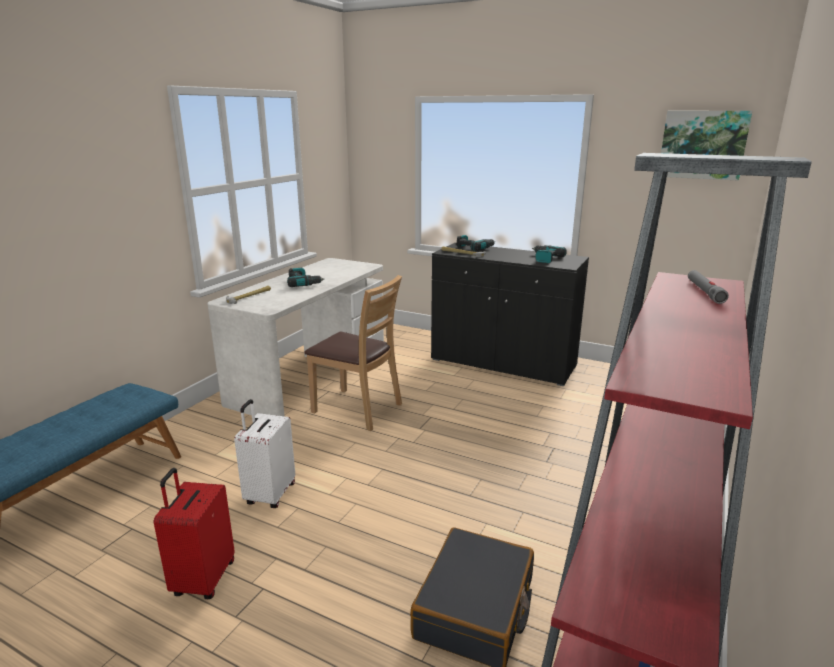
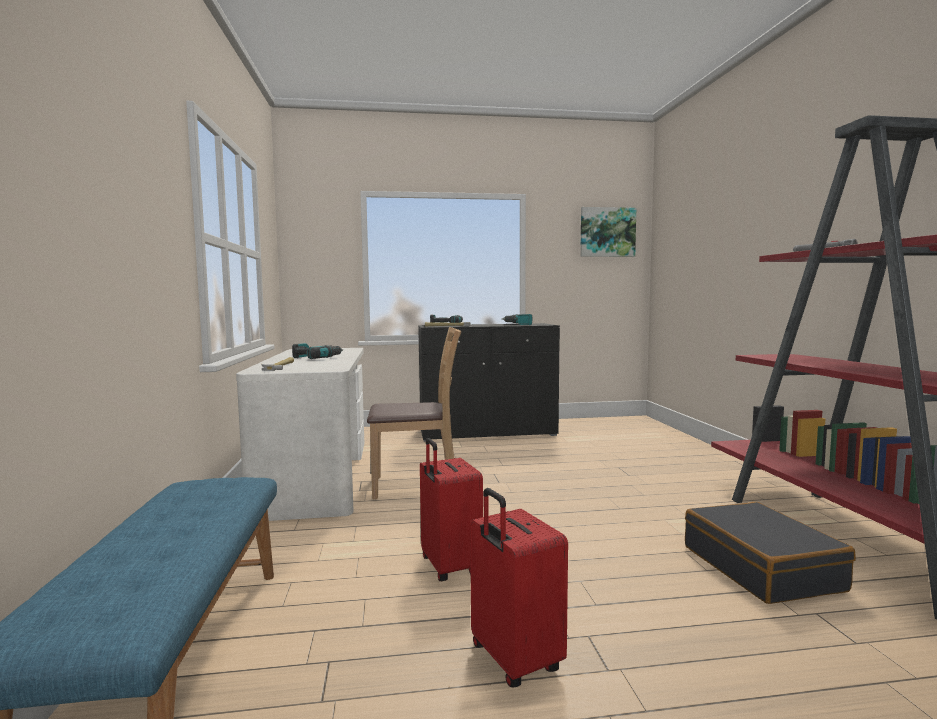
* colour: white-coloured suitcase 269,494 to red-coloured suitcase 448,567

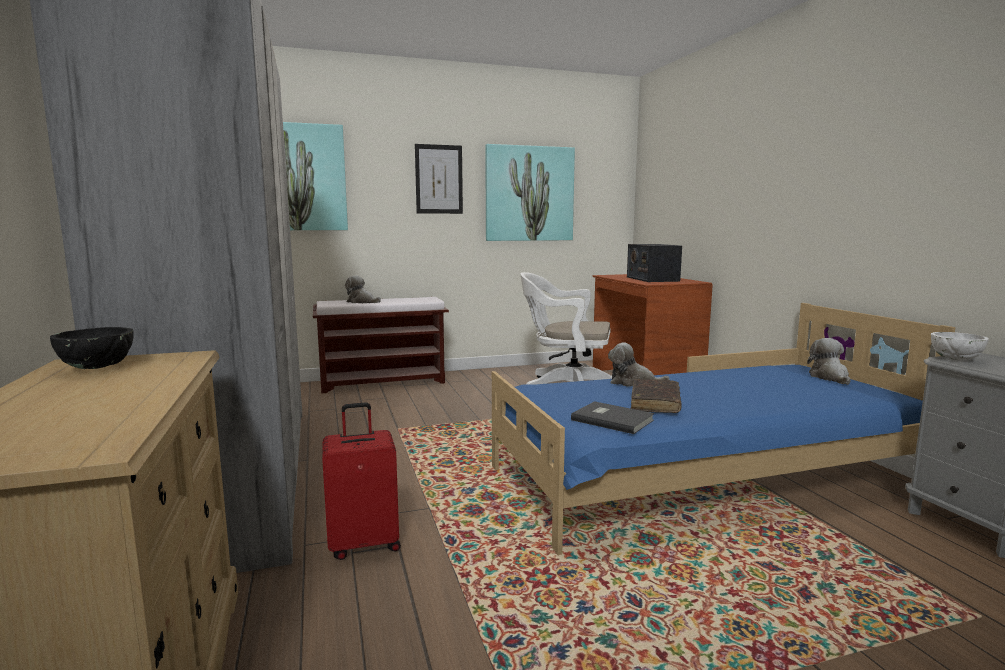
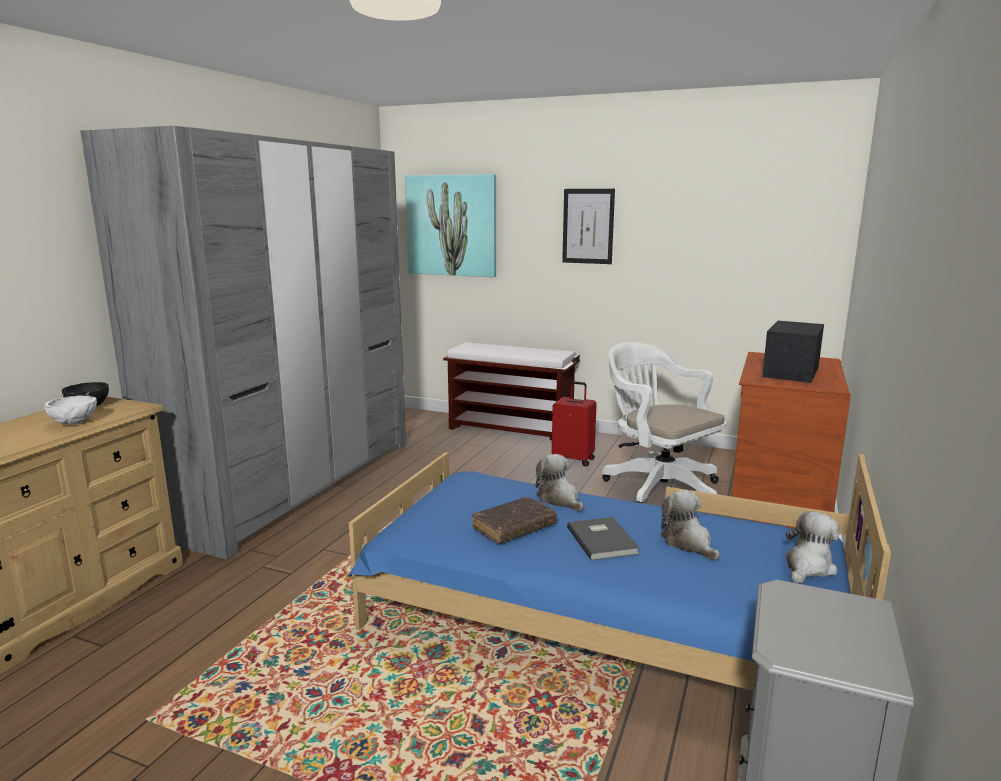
* missing: picture 529,194
* relocated: red-coloured suitcase 364,544 to 574,459
* relocated: soft toy 362,302 to 688,543
* relocated: greyish book 612,419 to 603,540
* relocated: white-coloured bowl 956,359 to 74,423

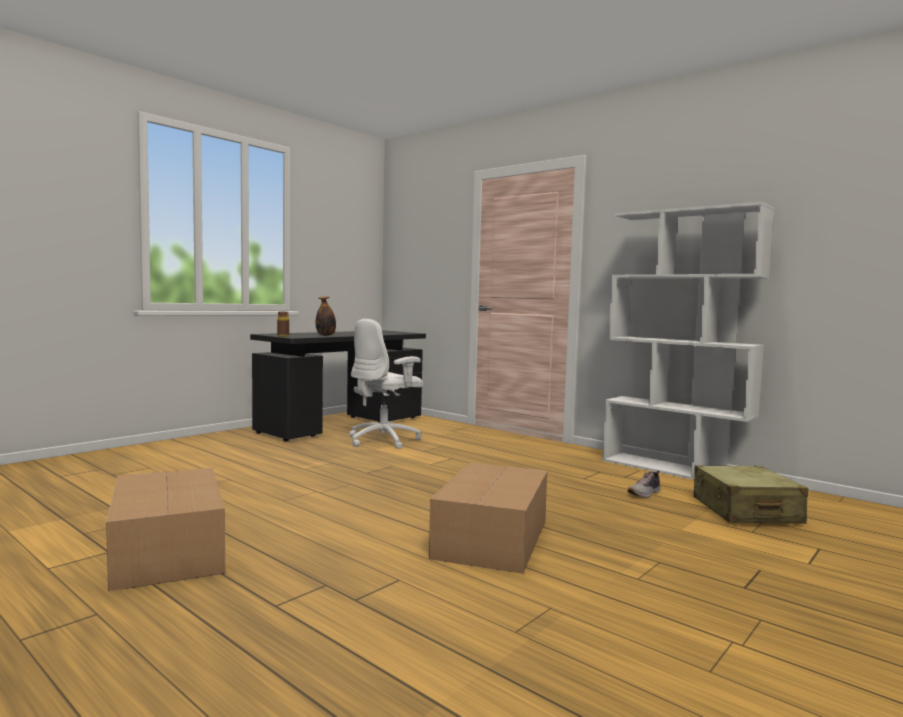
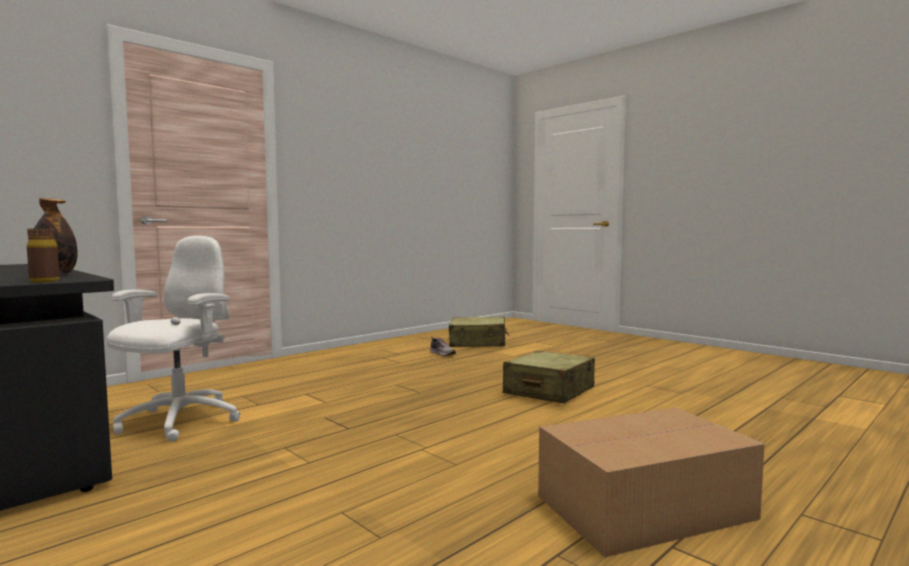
* missing: white-coloured bookcase 675,470
* exchanged: packing box 490,539 to beige-coloured suitcase 549,391
* spun: white-coloured office chair 384,440 = 178,422 120 degrees counterclockwise

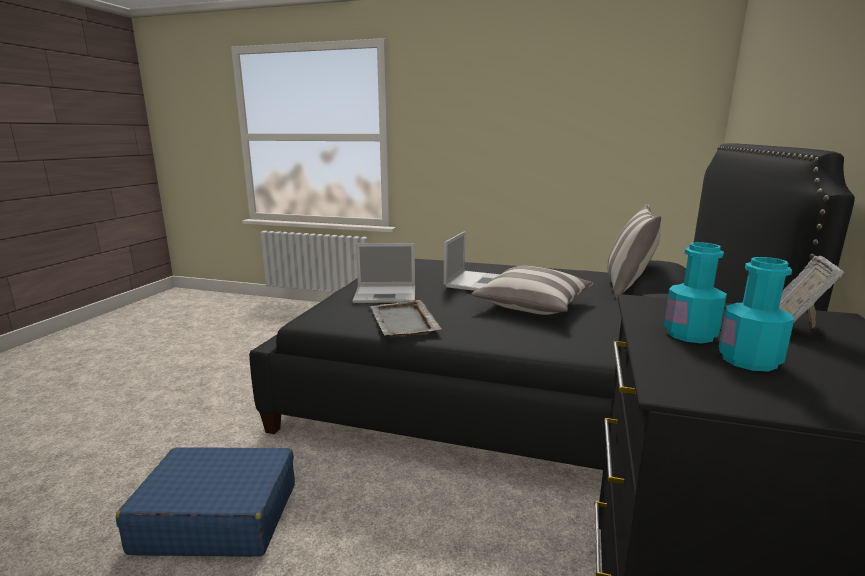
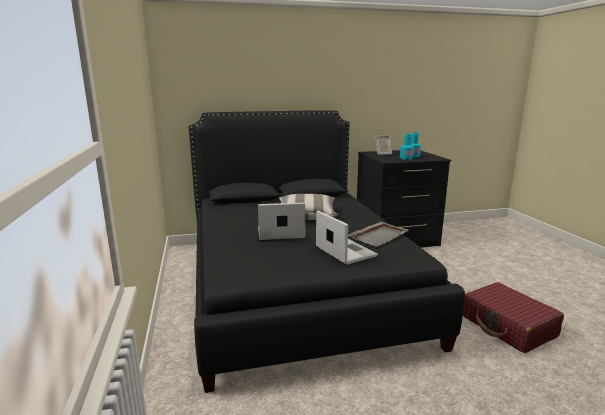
* missing: cushion 627,287
* colour: blue-coloured suitcase 217,517 to red-coloured suitcase 508,326

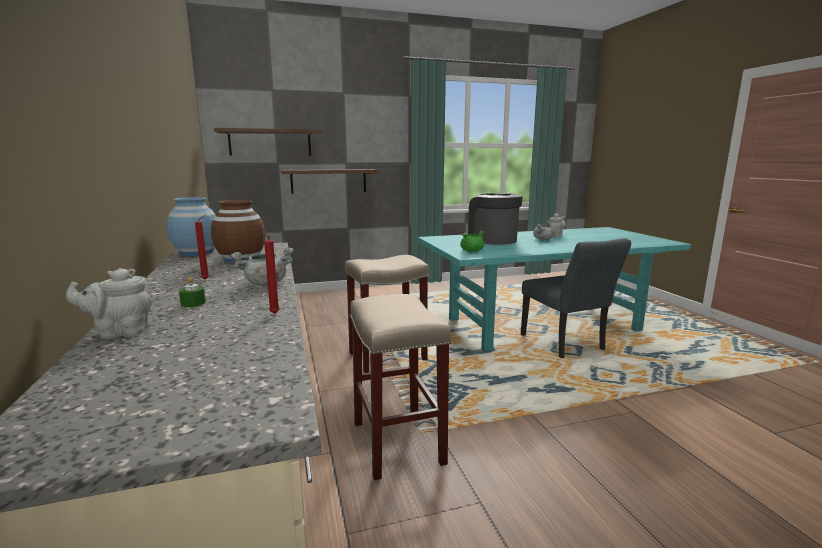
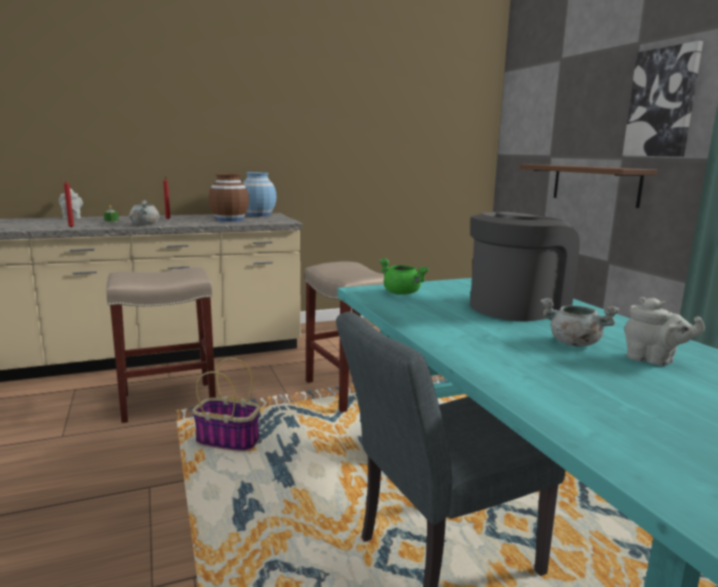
* missing: brownish shelf 270,142
* appeared: basket 229,441
* appeared: picture 662,103

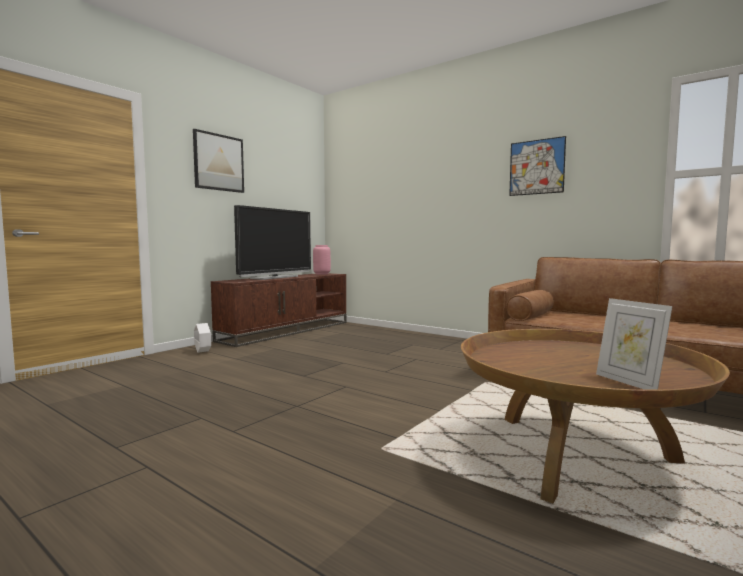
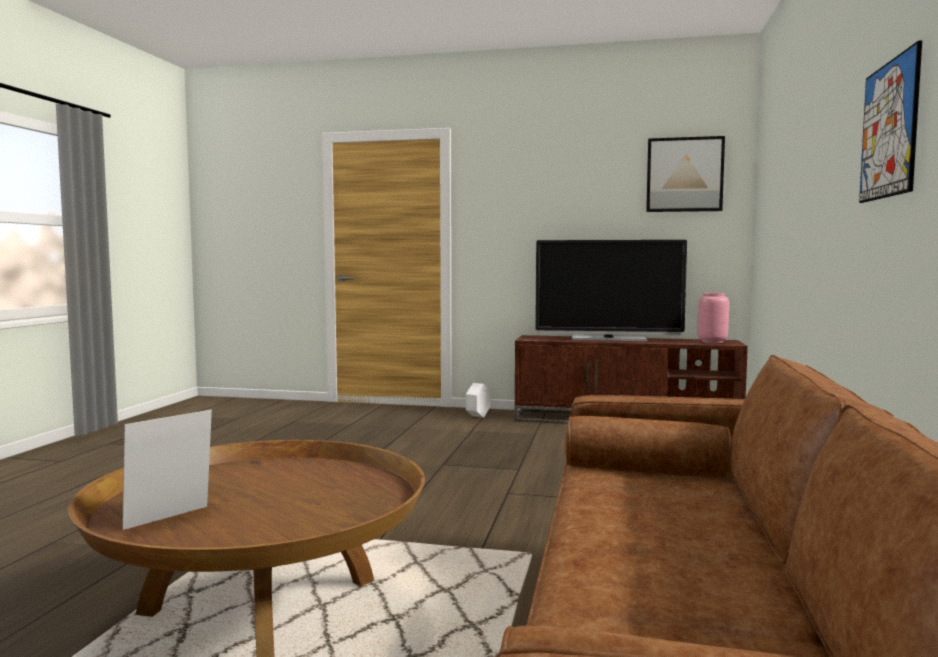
* relocated: picture 219,162 to 684,174

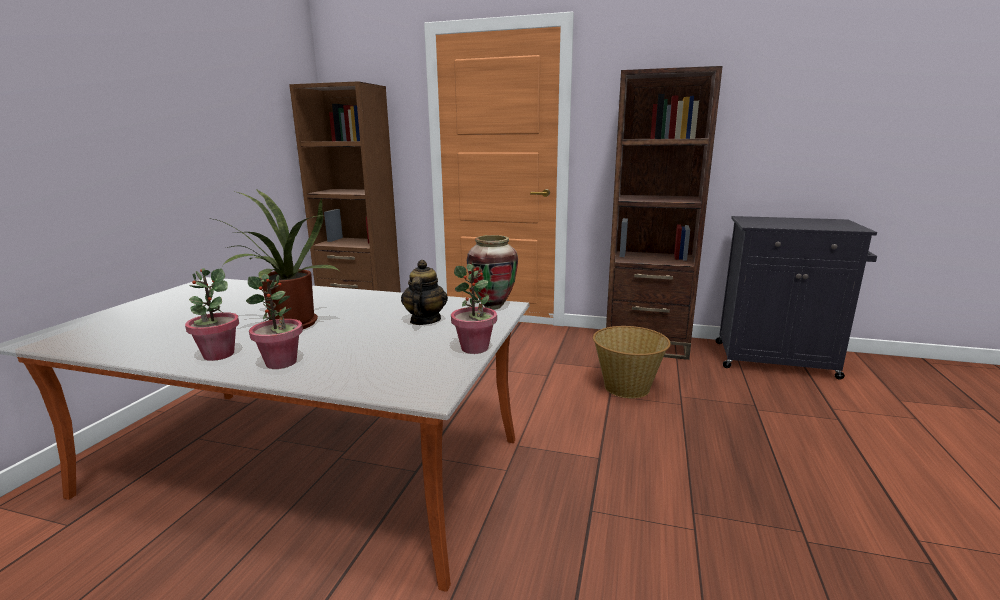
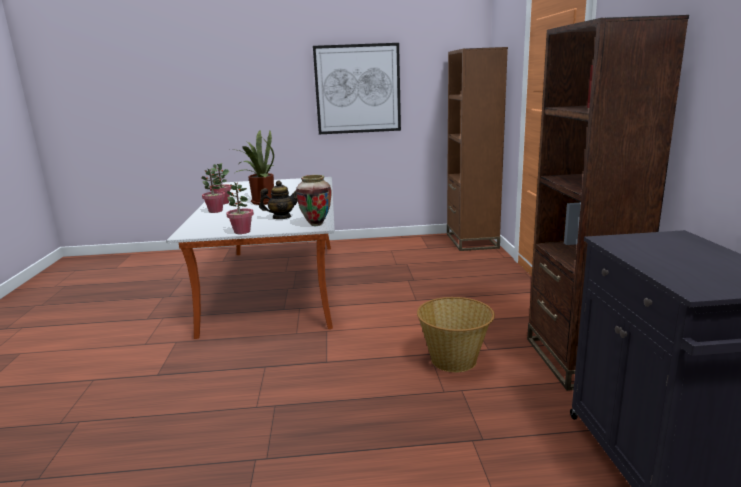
* appeared: picture 358,89

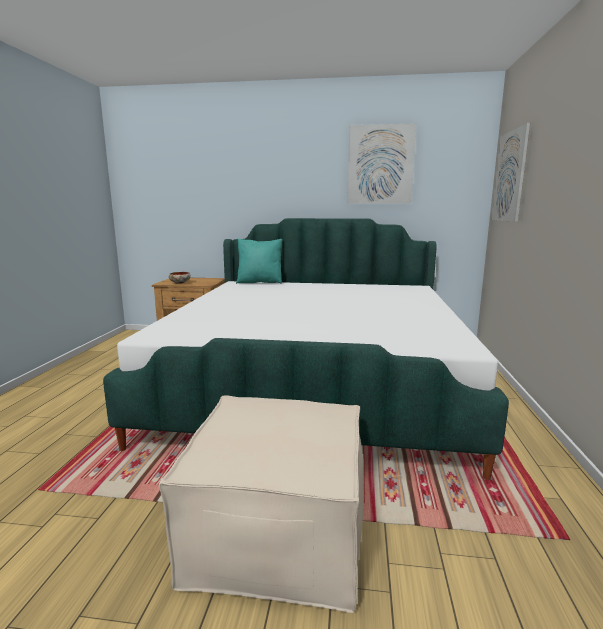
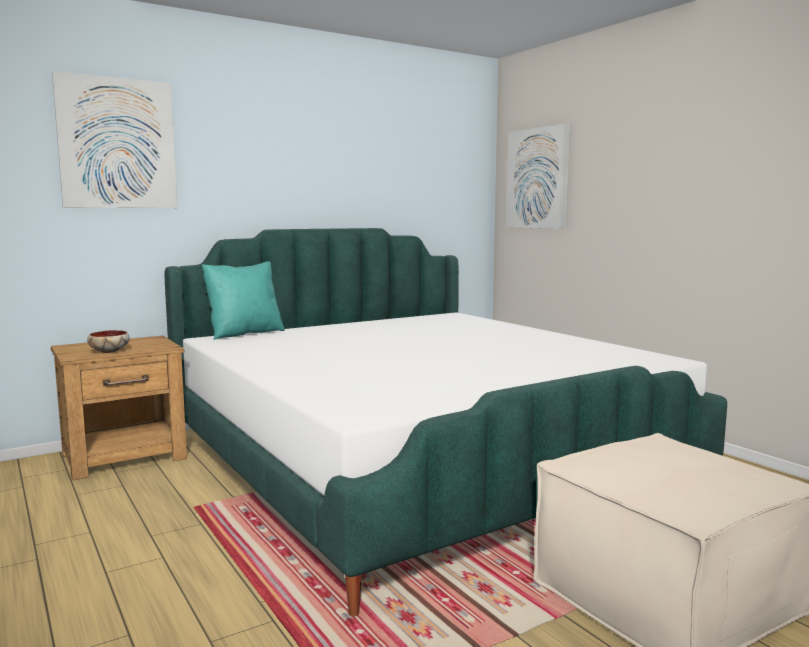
* relocated: picture 380,165 to 117,143

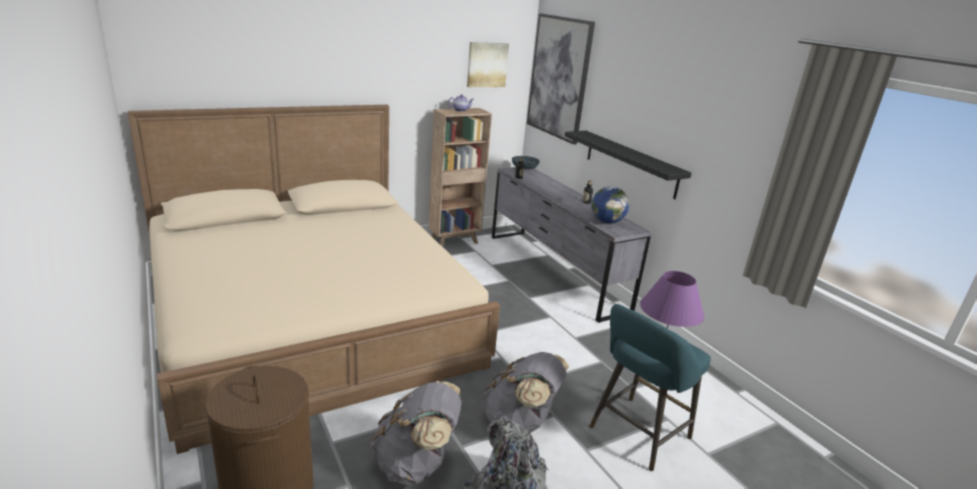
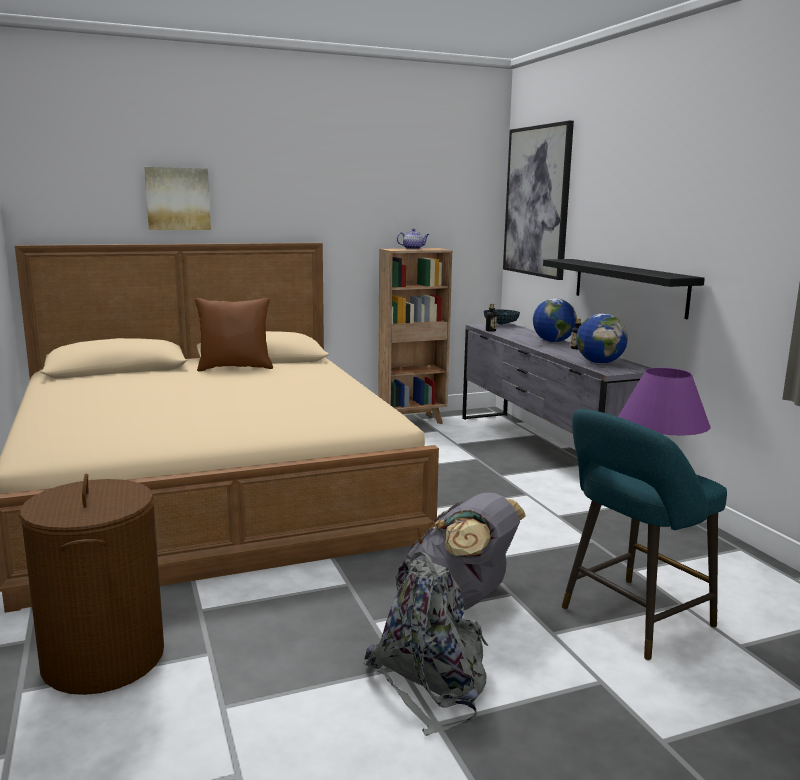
* missing: greyish knapsack 416,464
* appeared: brownish cushion 235,368
* appeared: world globe 553,341
* relocated: picture 487,64 to 178,199

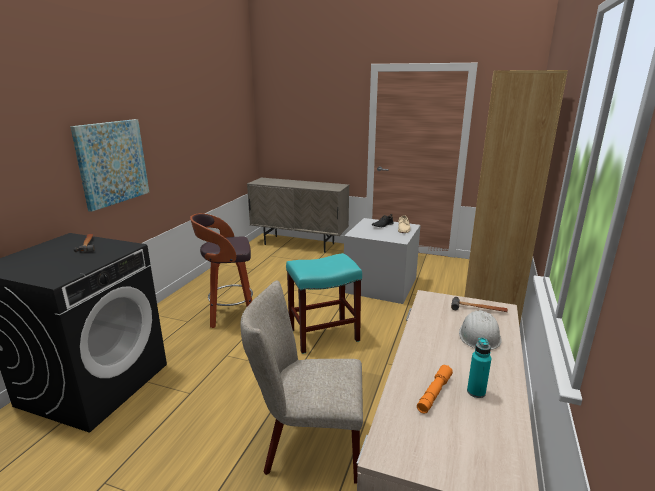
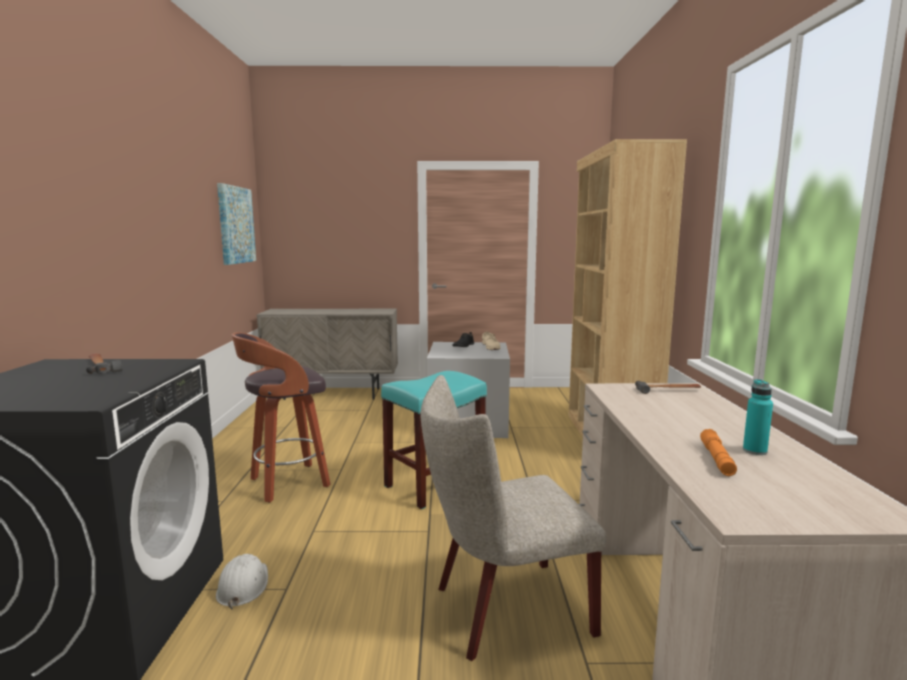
* relocated: picture 112,163 to 235,225
* relocated: white-coloured safety helmet 479,335 to 243,586

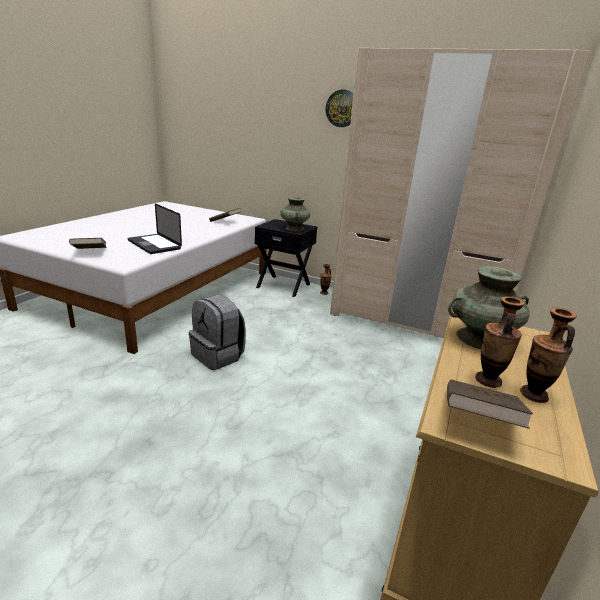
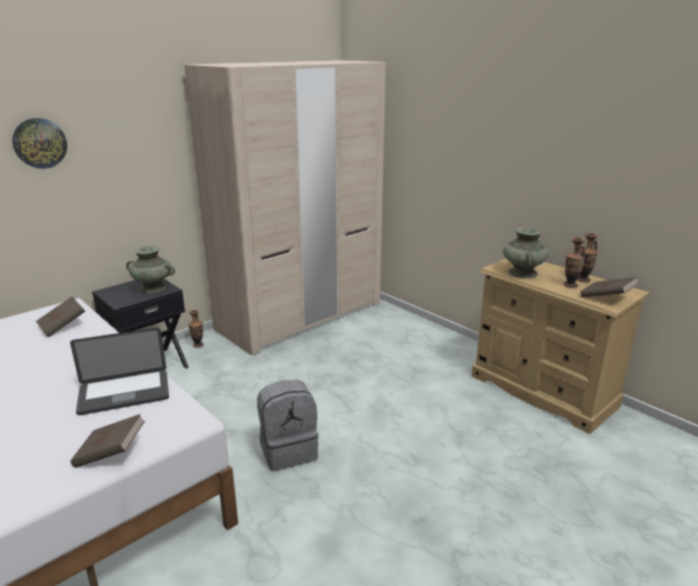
* relocated: clock on the wall 342,108 to 40,143

